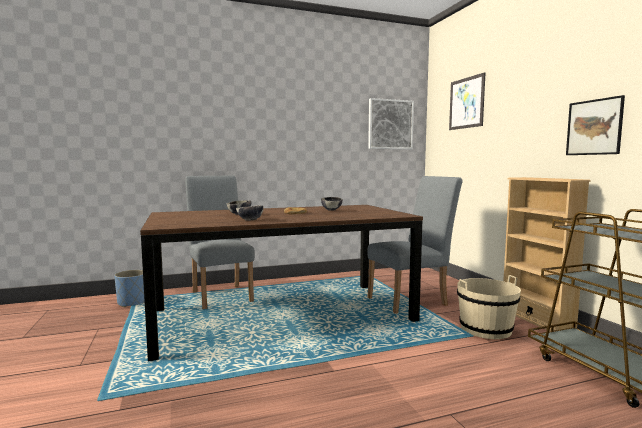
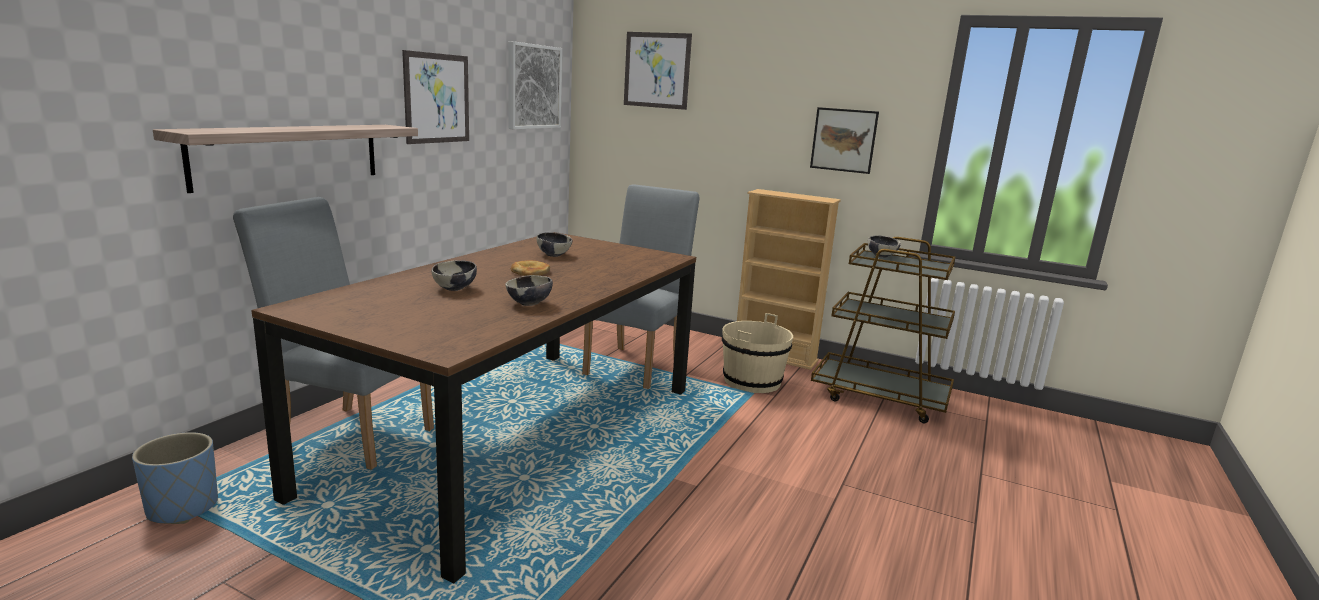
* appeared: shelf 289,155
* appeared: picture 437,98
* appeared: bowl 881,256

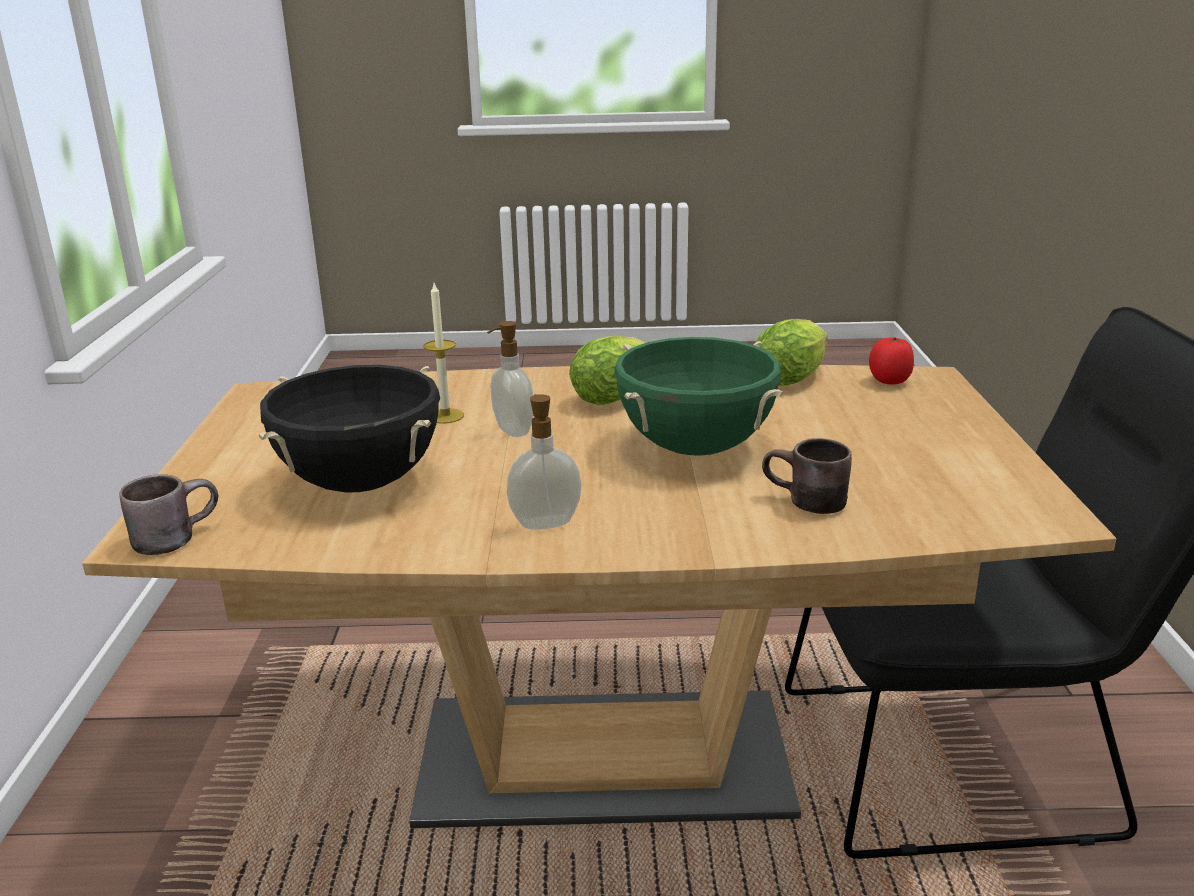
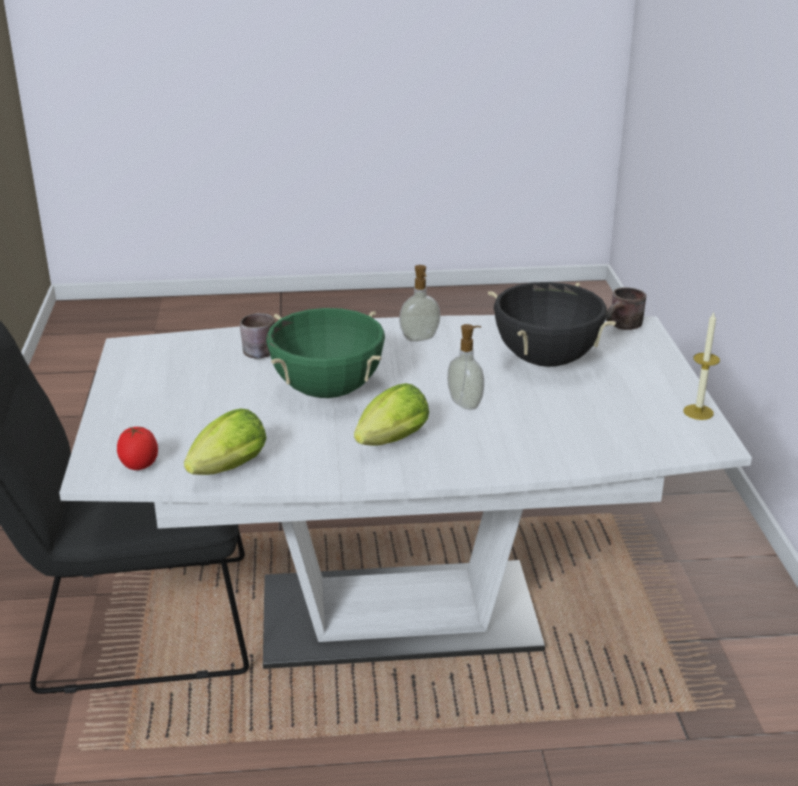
* relocated: wax light 445,416 to 698,412
* colour: brownish kitchen table 603,759 to white-coloured kitchen table 399,615

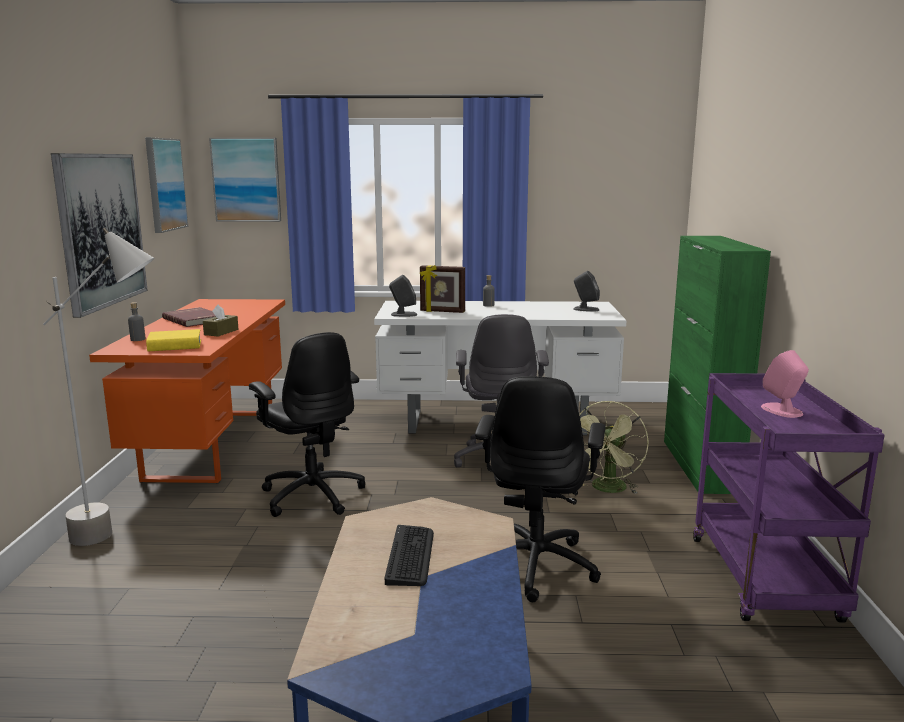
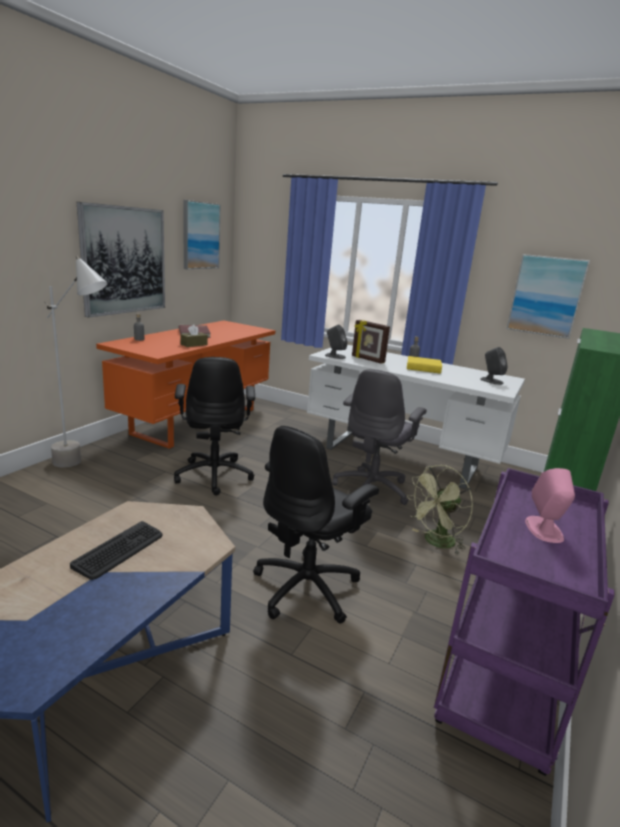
* relocated: yellow book 175,346 to 423,368
* relocated: picture 246,180 to 546,296

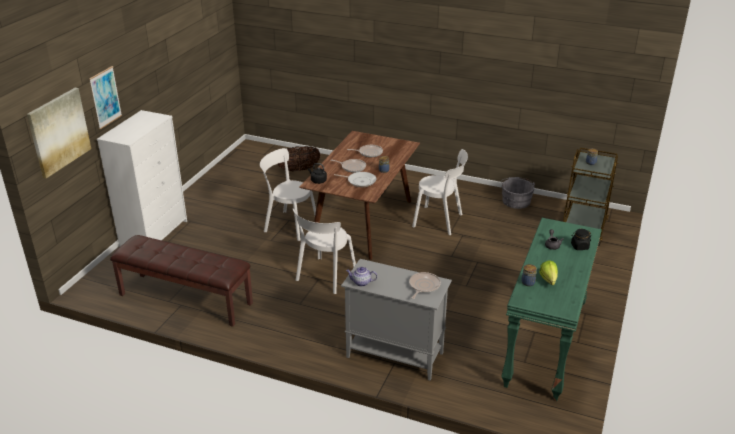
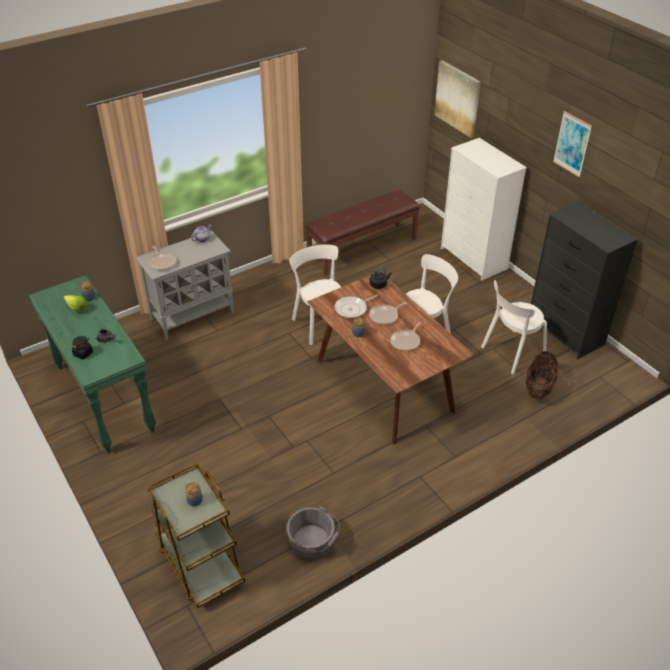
* appeared: black-coloured dresser 566,332
* relocated: picture 105,97 to 572,144
* relocated: white-coloured upright chair 440,221 to 511,353

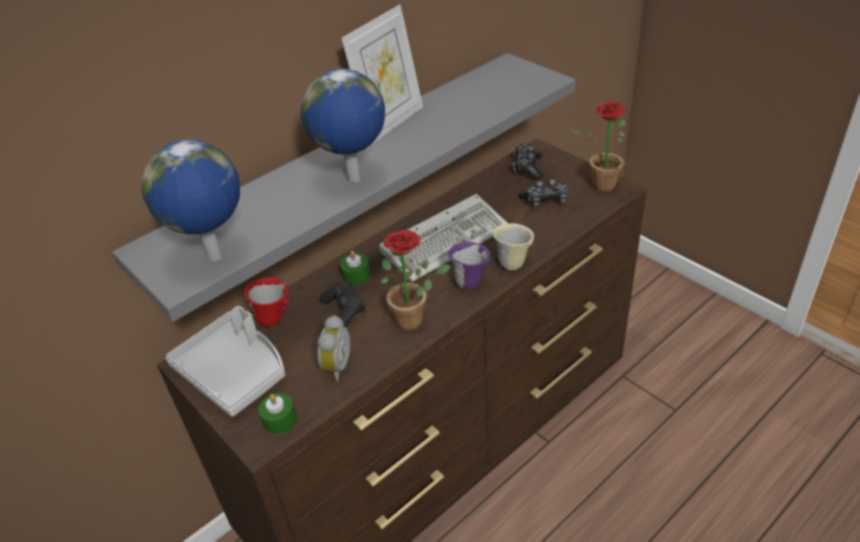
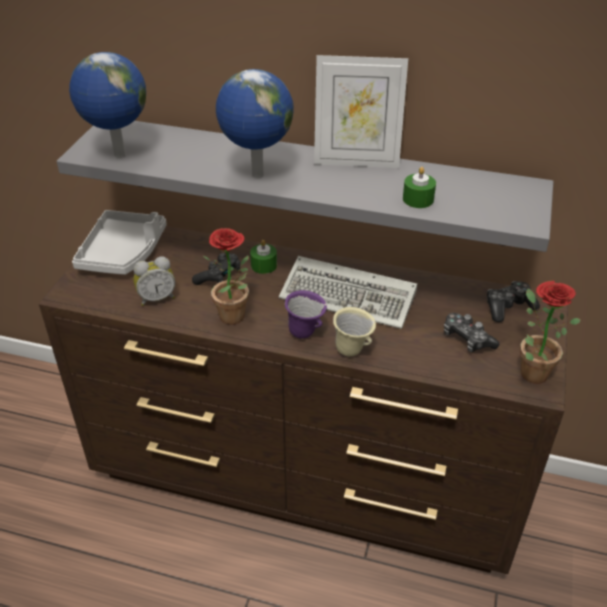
* missing: red-coloured mug 274,319
* relocated: green wax light 280,420 to 418,199

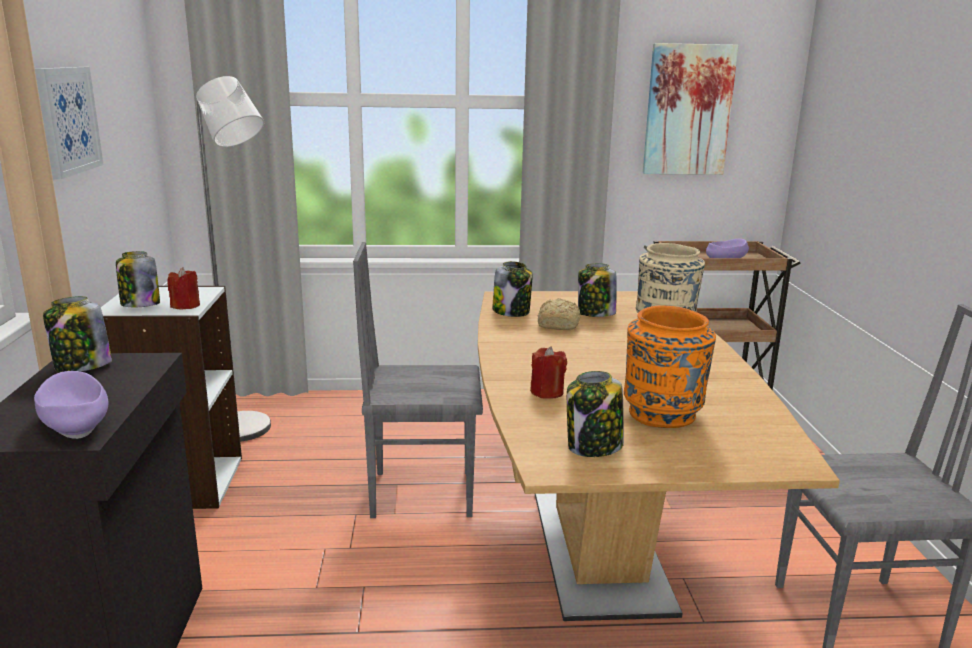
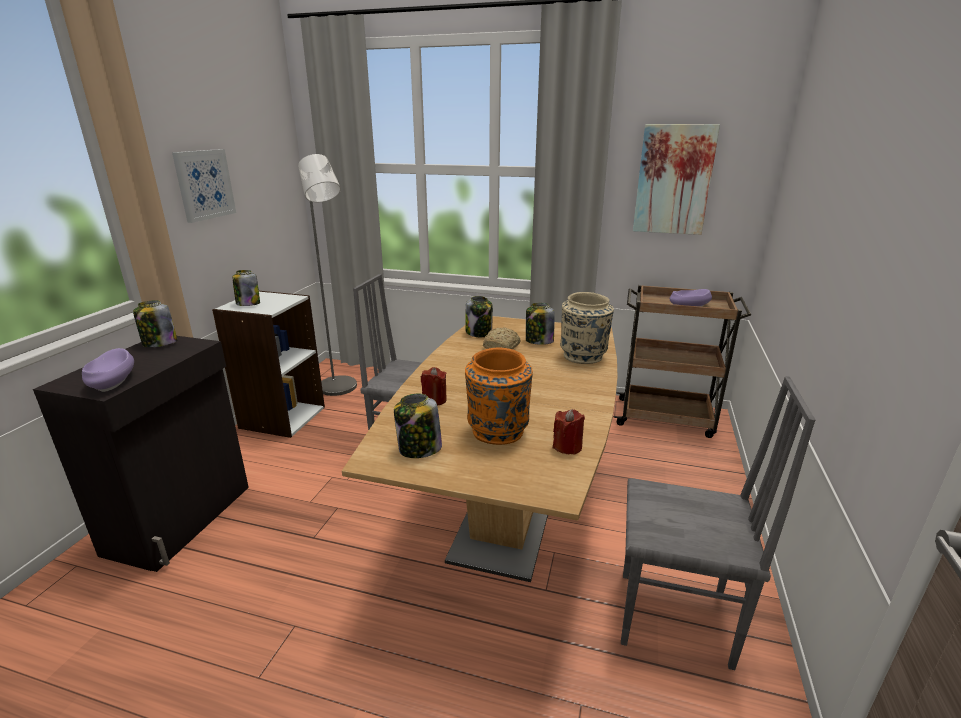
* relocated: red-coloured wax light 185,306 to 567,446

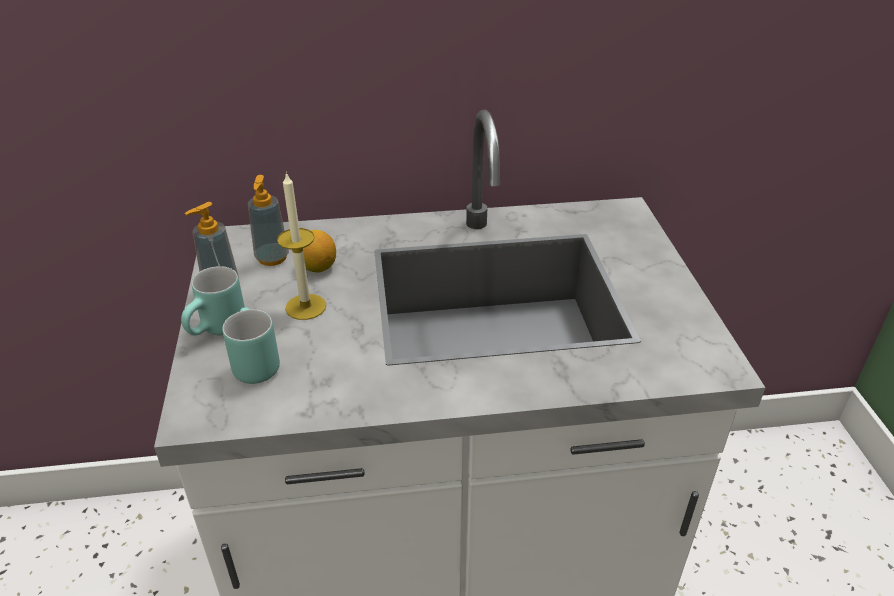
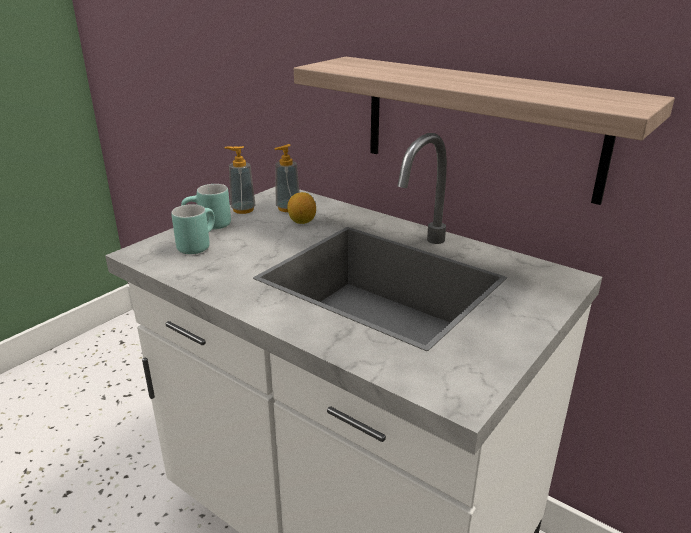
* missing: wax light 305,307
* appeared: shelf 479,126

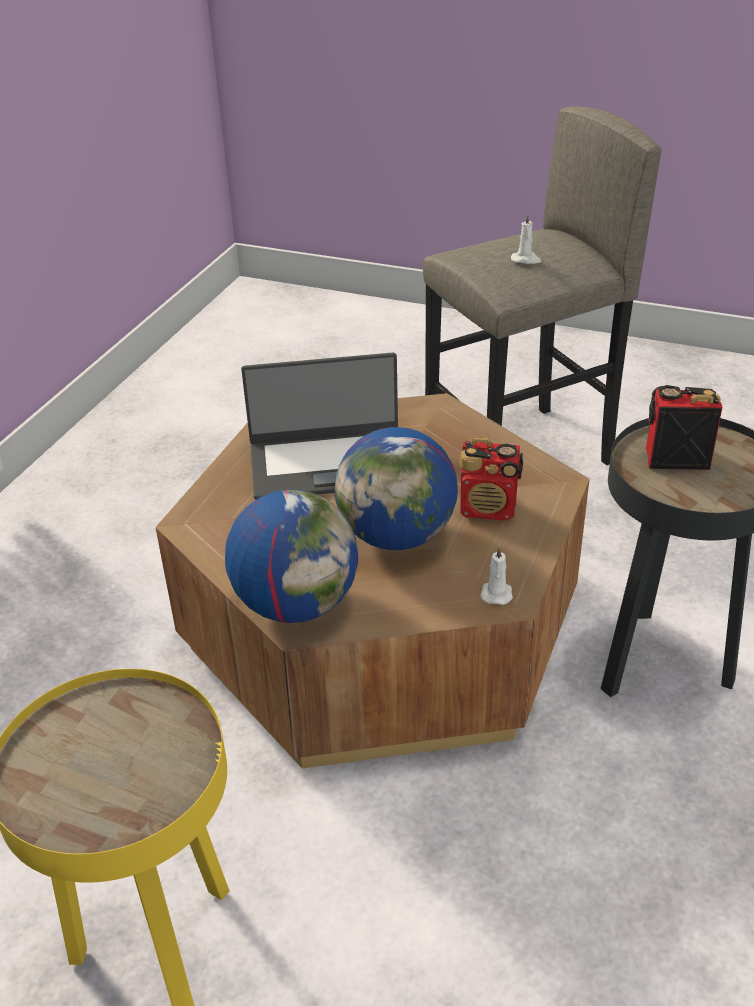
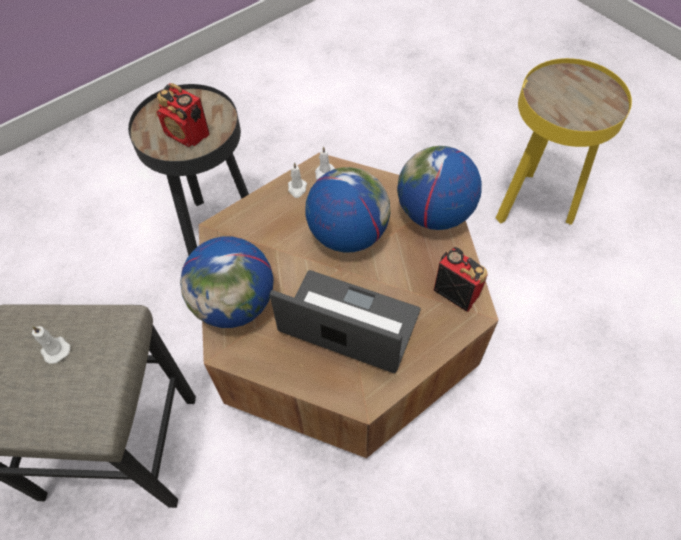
* appeared: world globe 235,304
* appeared: white-coloured wax light 297,189
* relocated: radio 488,509 to 456,291

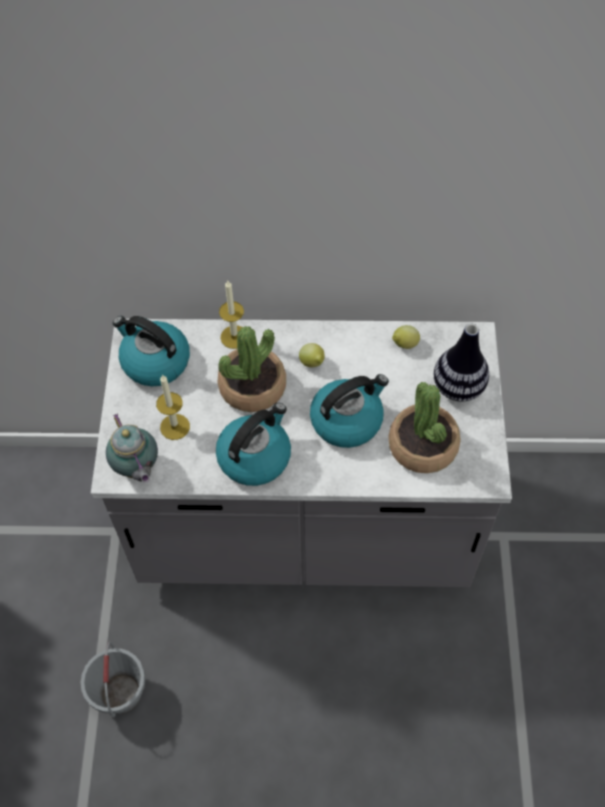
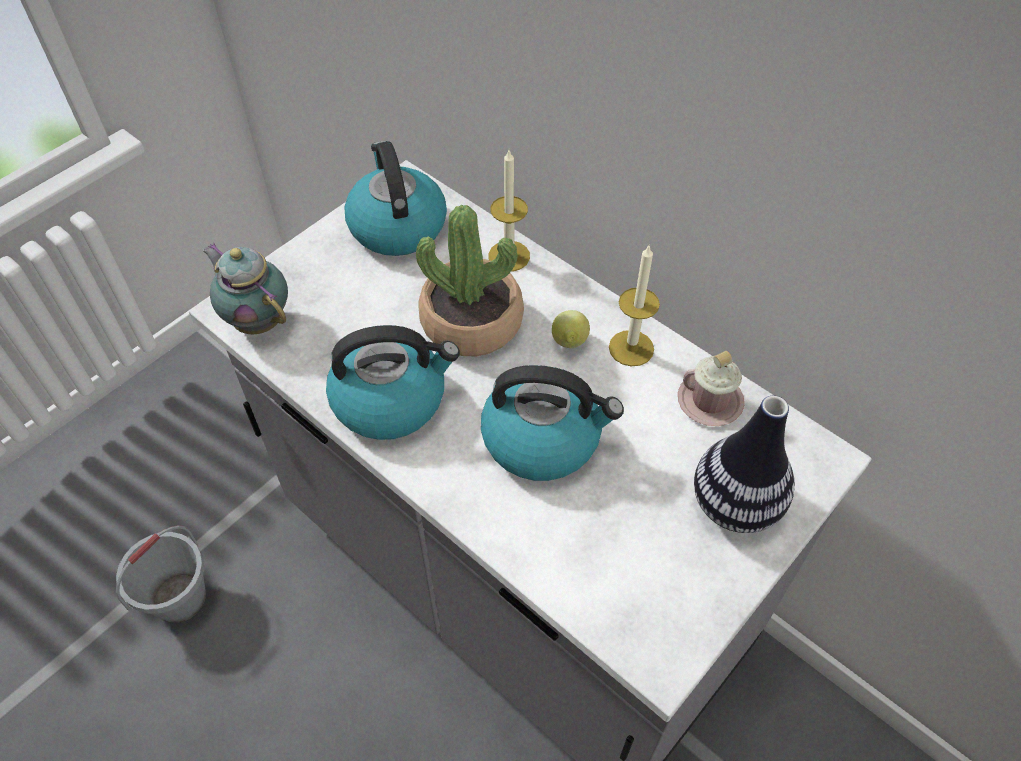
* missing: potted plant 423,446
* relocated: wax light 175,427 to 631,348
* exchanged: citrus fruit 404,345 to pink-coloured mug 710,401
* spun: teapot 137,468 = 257,319 120 degrees clockwise

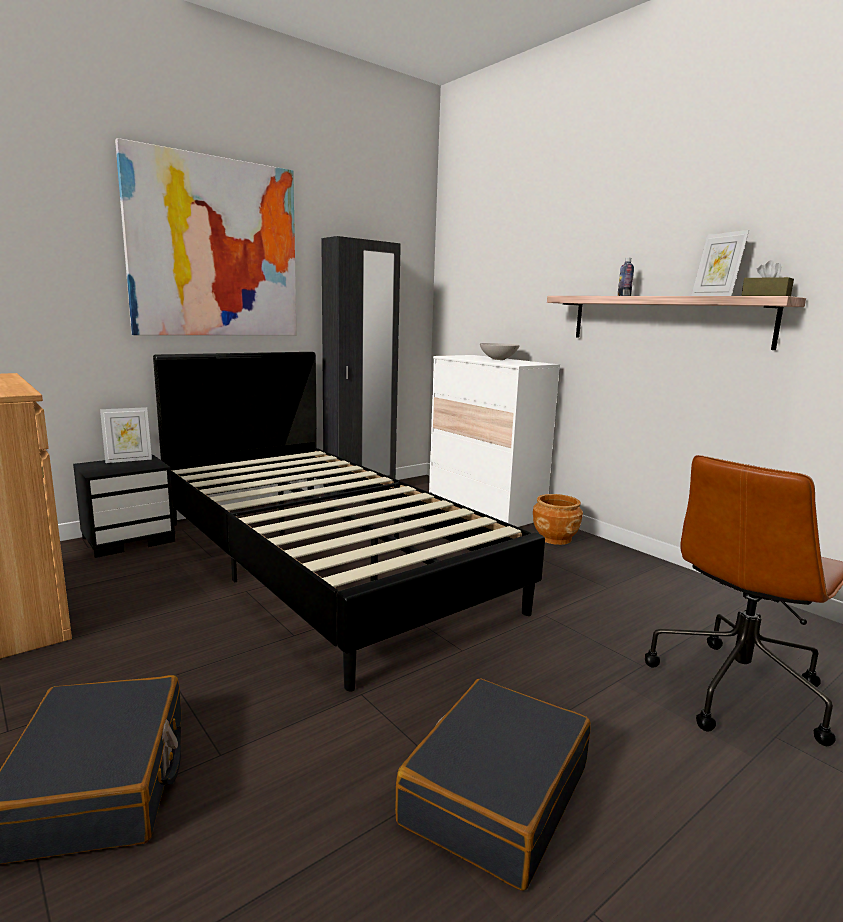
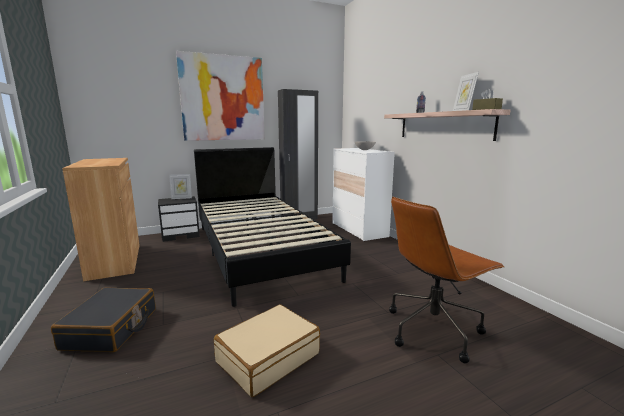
* missing: brownish flower pot 555,538
* colour: black-coloured suitcase 494,794 to beige-coloured suitcase 268,357

